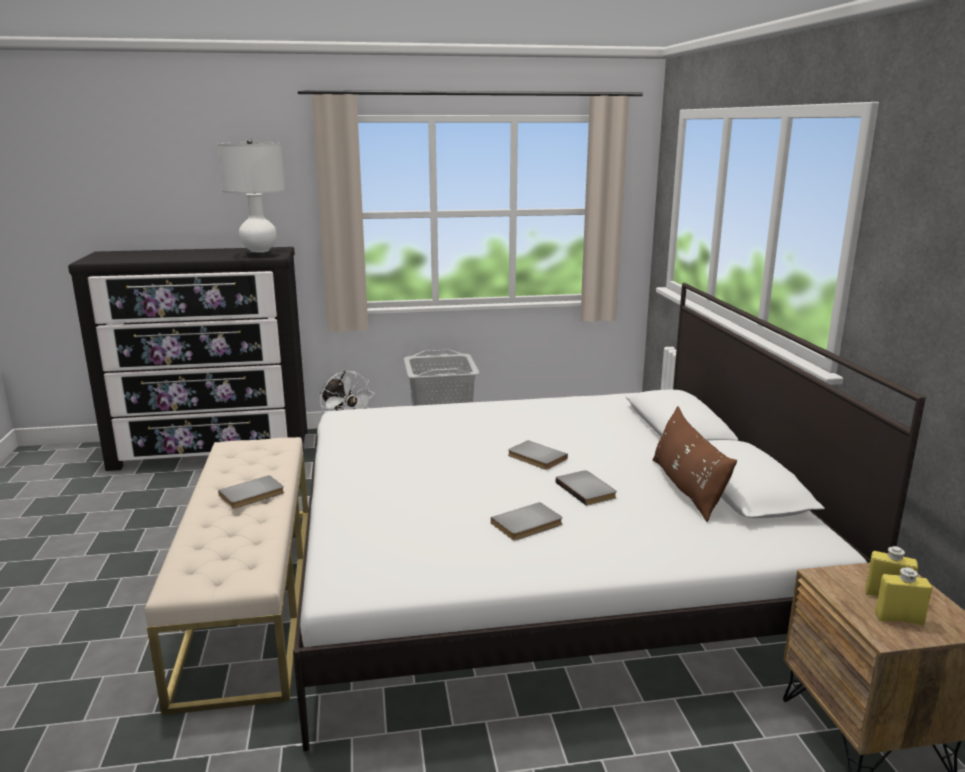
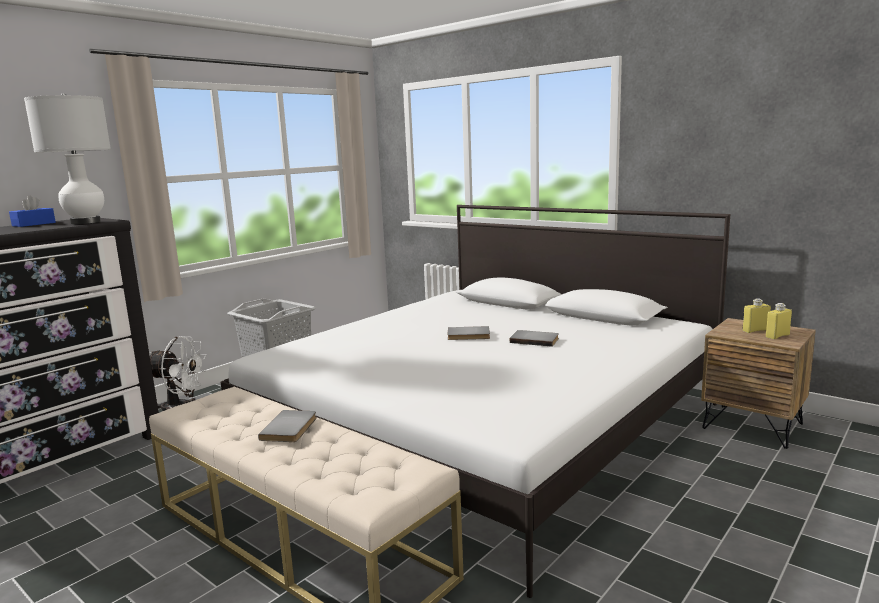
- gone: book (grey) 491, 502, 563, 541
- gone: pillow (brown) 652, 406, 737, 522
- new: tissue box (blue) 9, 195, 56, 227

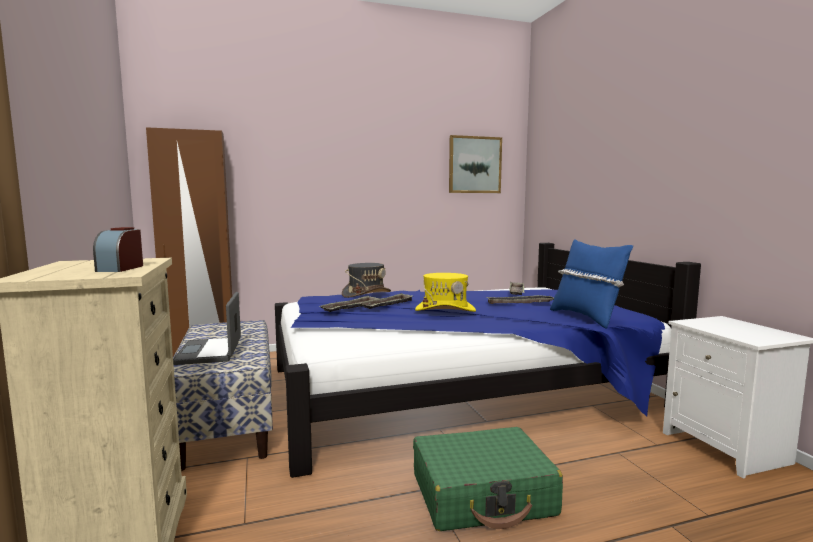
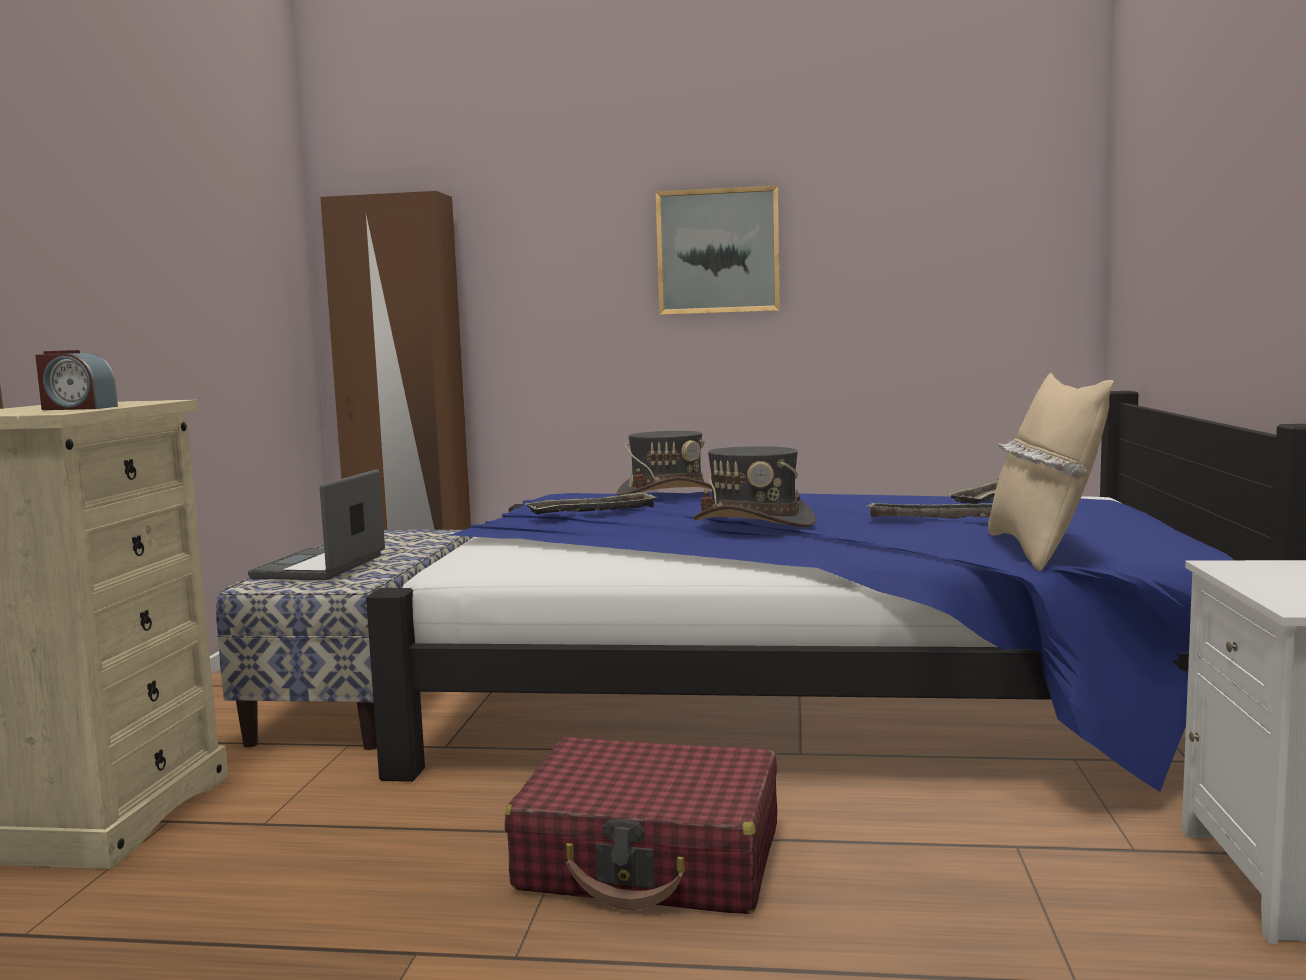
- rotated: alarm clock 93, 227, 143, 272 = 35, 350, 118, 410 105 degrees counterclockwise
- gone: tray 359, 293, 414, 309
- repainted: suitcase (green) 413, 427, 563, 531 to suitcase (red) 504, 737, 777, 914
- repainted: hat (yellow) 415, 273, 476, 312 to hat (grey) 693, 446, 816, 527
- shifted: picture 449, 135, 502, 193 to 656, 185, 780, 315
- repainted: pillow (blue) 550, 239, 633, 329 to pillow (beige) 988, 373, 1114, 571

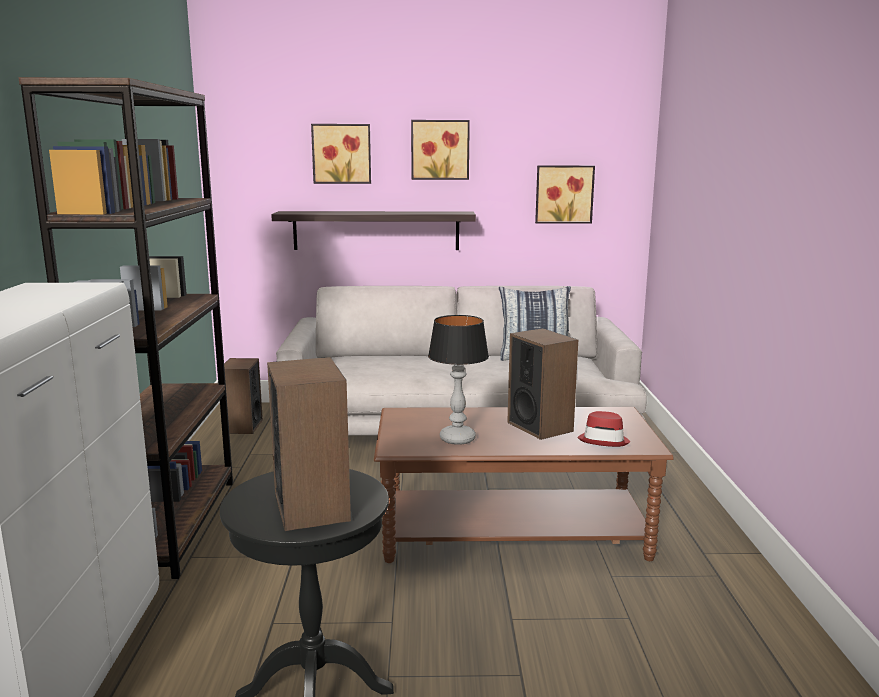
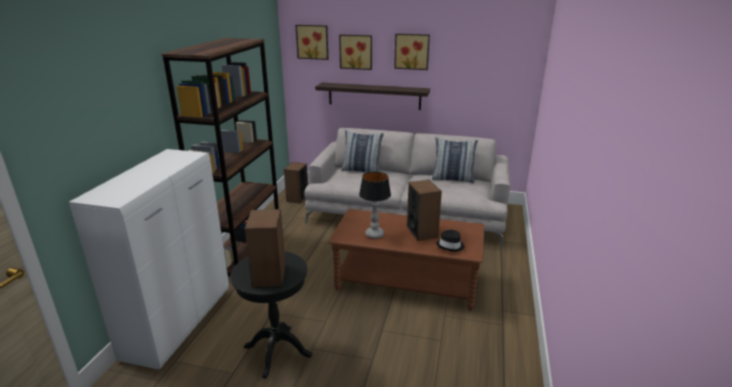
- shifted: picture 535, 165, 595, 224 to 296, 25, 328, 60
- repainted: hat (red) 577, 411, 630, 447 to hat (black) 436, 230, 464, 252
- new: pillow 342, 130, 384, 173

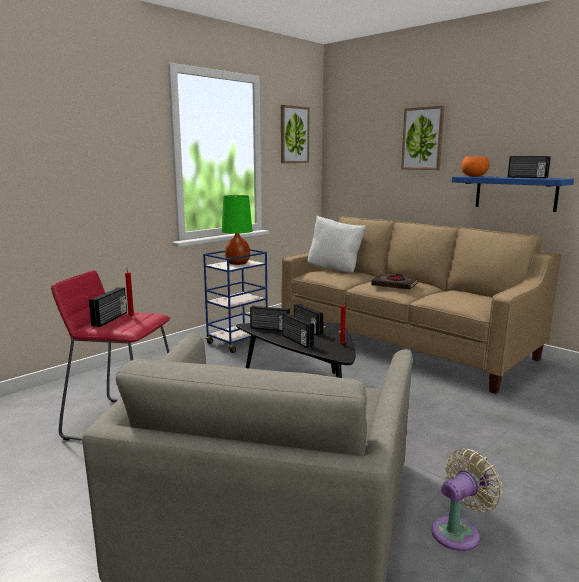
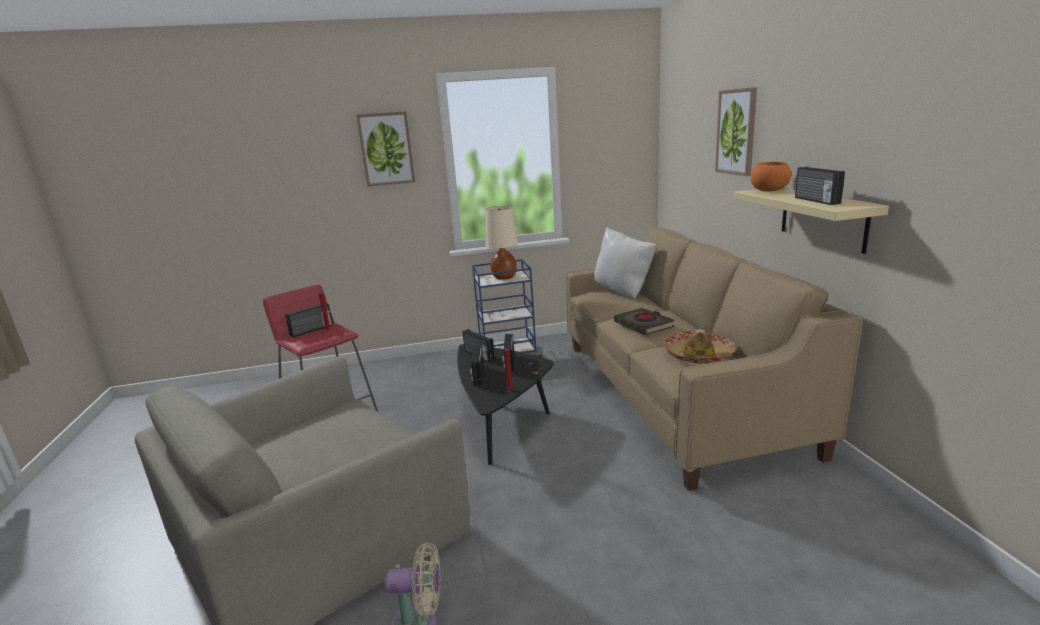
- repainted: table lamp (green) 222, 195, 252, 265 to table lamp (beige) 486, 206, 518, 280
- shifted: picture 281, 105, 310, 163 to 356, 111, 415, 187
- repainted: shelf (blue) 452, 176, 574, 212 to shelf (beige) 733, 188, 889, 254
- new: hat 664, 329, 737, 364

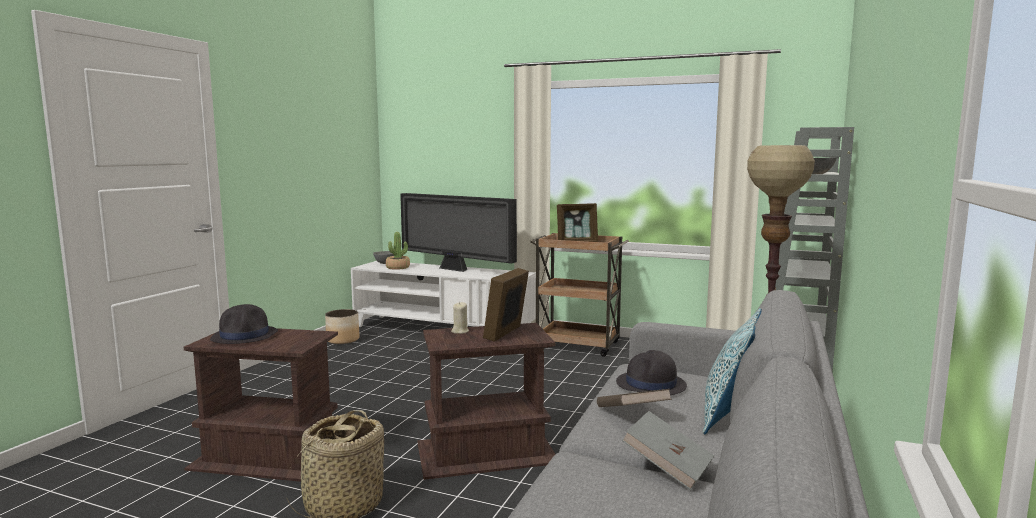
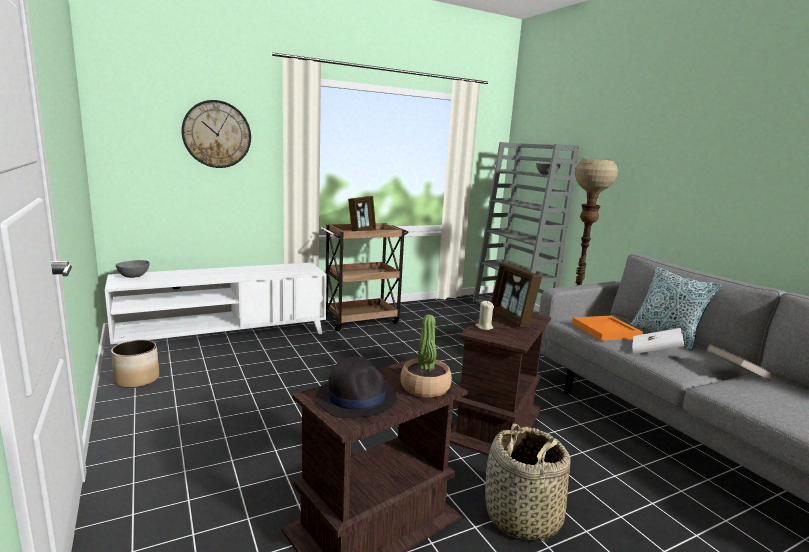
- shifted: potted plant 385, 232, 410, 270 to 400, 315, 452, 398
- gone: television 400, 193, 517, 272
- repainted: book (brown) 597, 389, 672, 407 to book (white) 632, 328, 684, 354
- swapped: hat (black) 616, 350, 687, 395 to tray (orange) 572, 316, 643, 341
- new: wall clock 181, 100, 251, 168

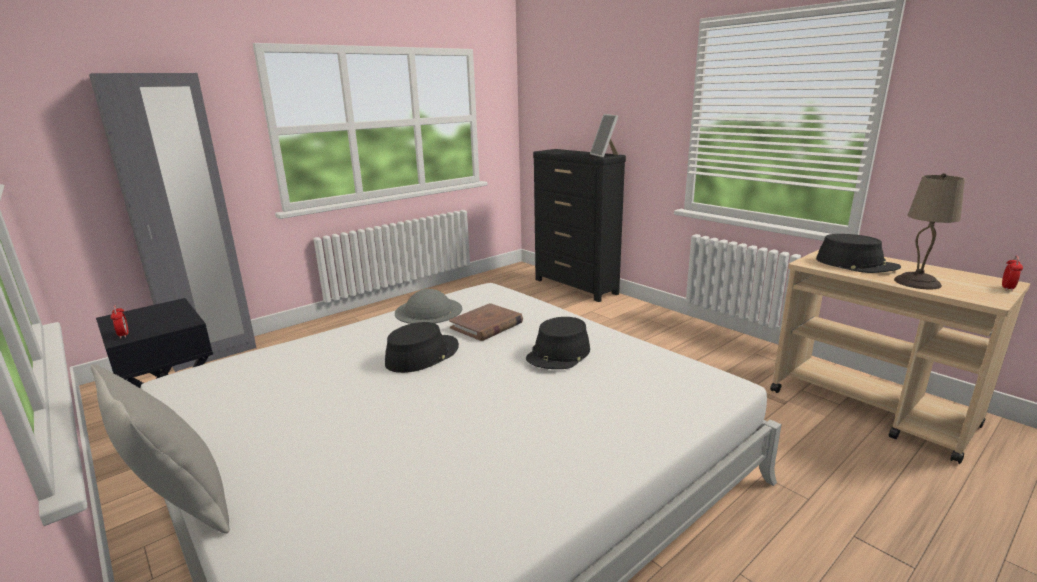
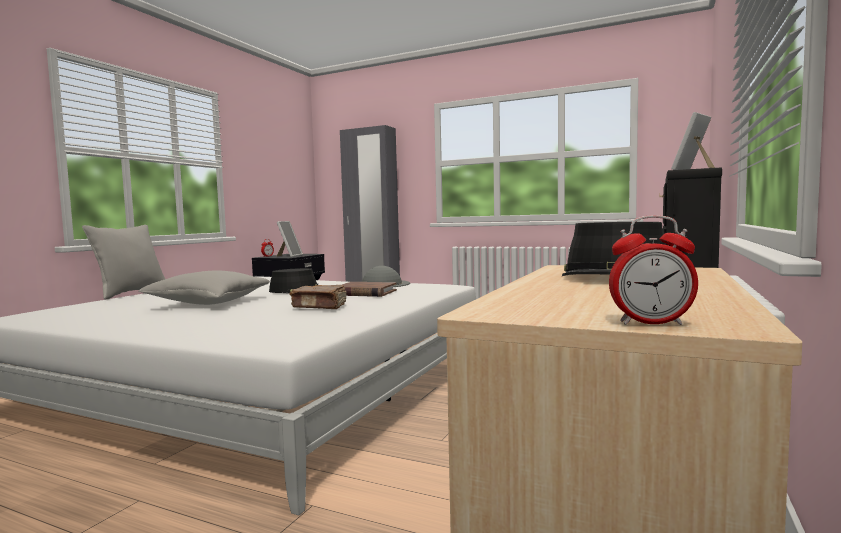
- swapped: hat (black) 526, 317, 590, 369 to book (brown) 289, 285, 347, 309
- gone: table lamp (beige) 894, 173, 965, 289
- new: pillow (grey) 139, 270, 270, 305
- new: picture frame 276, 221, 303, 257

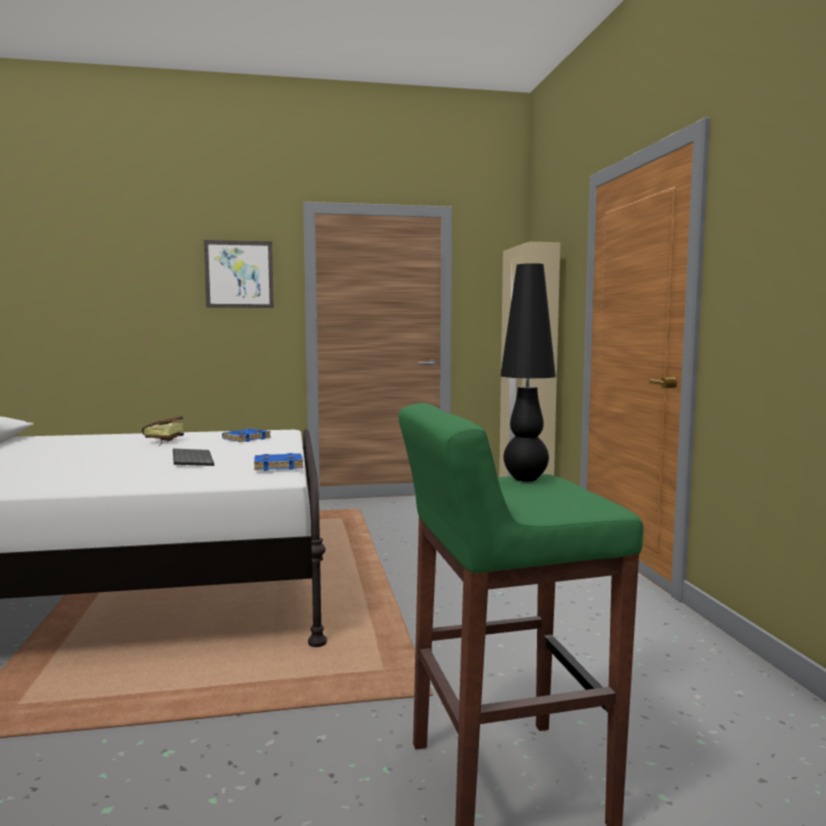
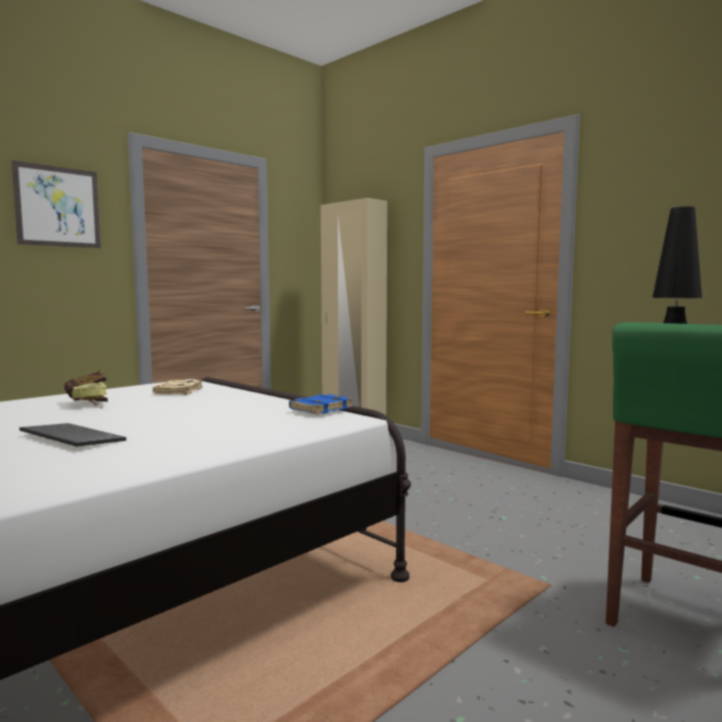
- shifted: keyboard 173, 448, 214, 466 to 19, 423, 126, 447
- repainted: book (blue) 222, 429, 271, 442 to book (beige) 152, 380, 203, 394

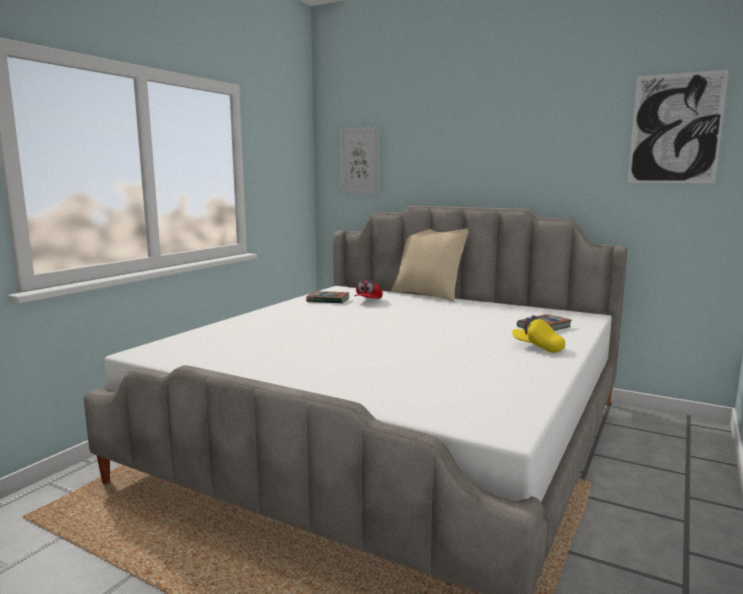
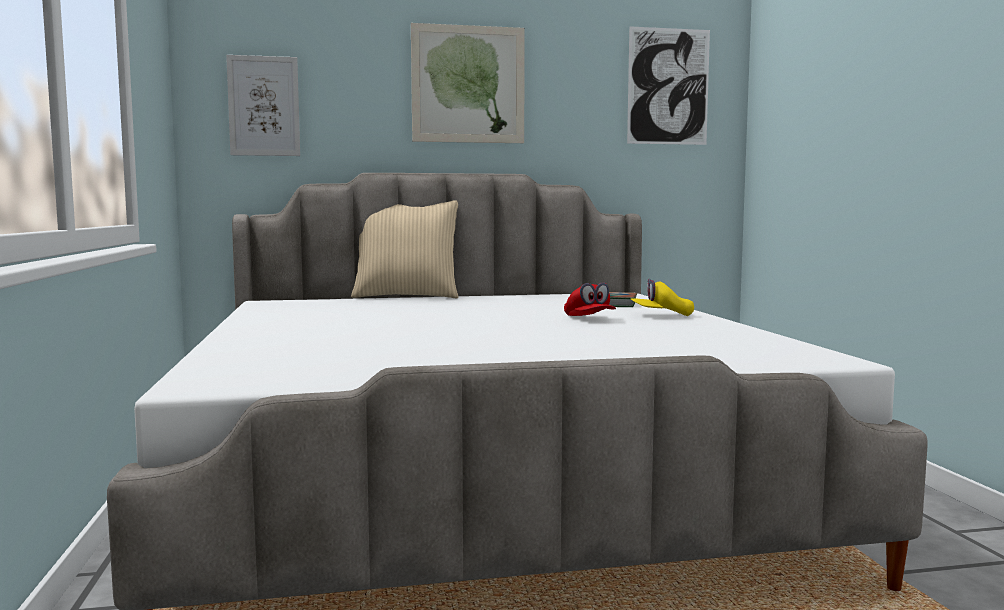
- gone: book 306, 291, 350, 304
- shifted: cap (red) 354, 280, 383, 299 to 564, 282, 616, 316
- new: picture 411, 23, 525, 143

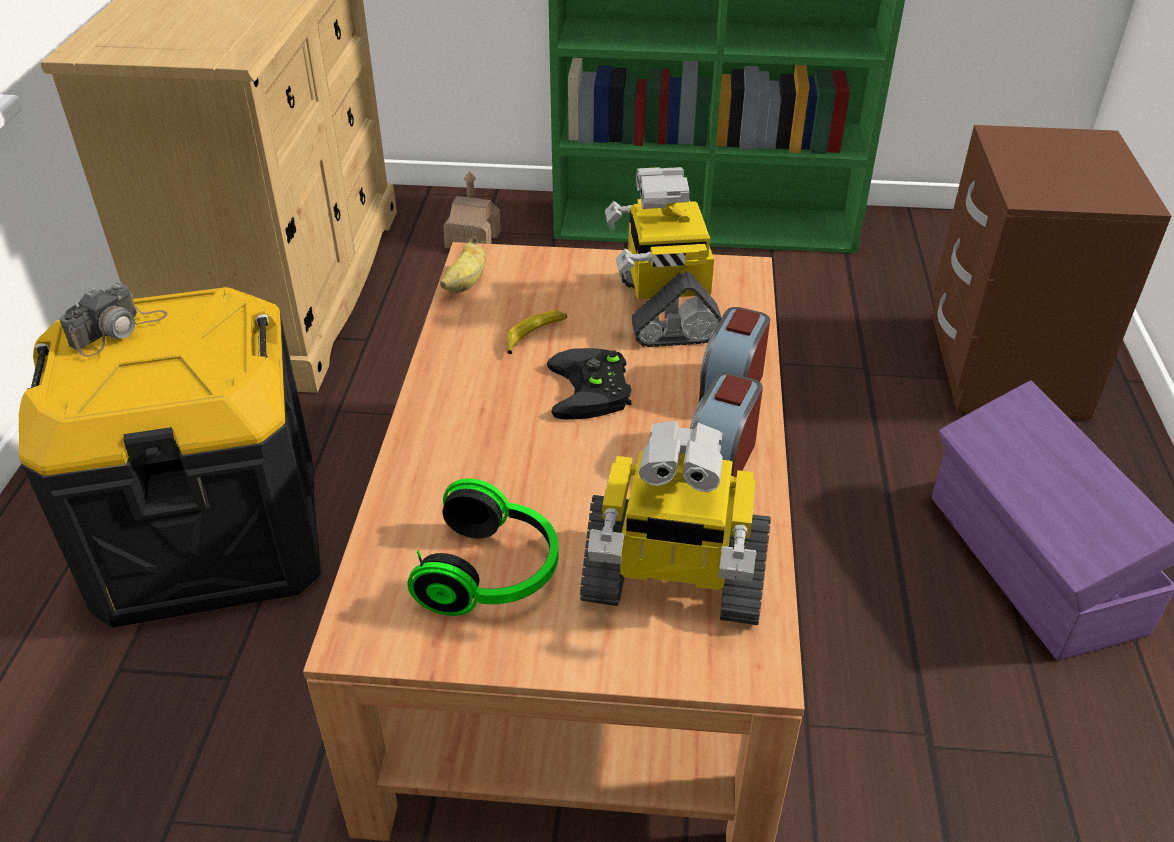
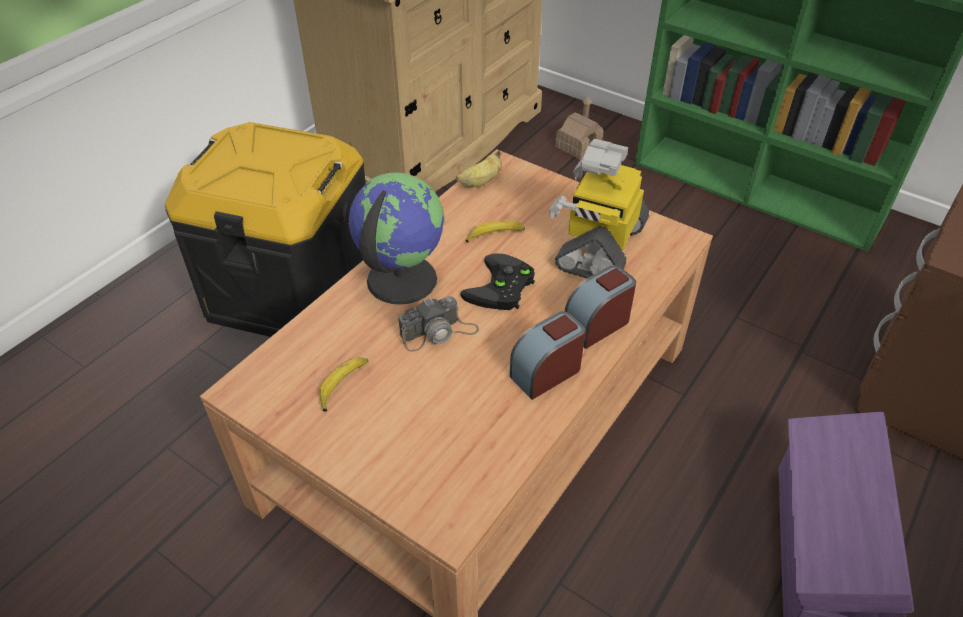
- shifted: photo camera 59, 282, 168, 357 to 398, 296, 479, 352
- swapped: headphones 408, 478, 559, 616 to banana 319, 357, 368, 412
- gone: toy robot 580, 421, 771, 625
- new: globe 349, 172, 444, 305

